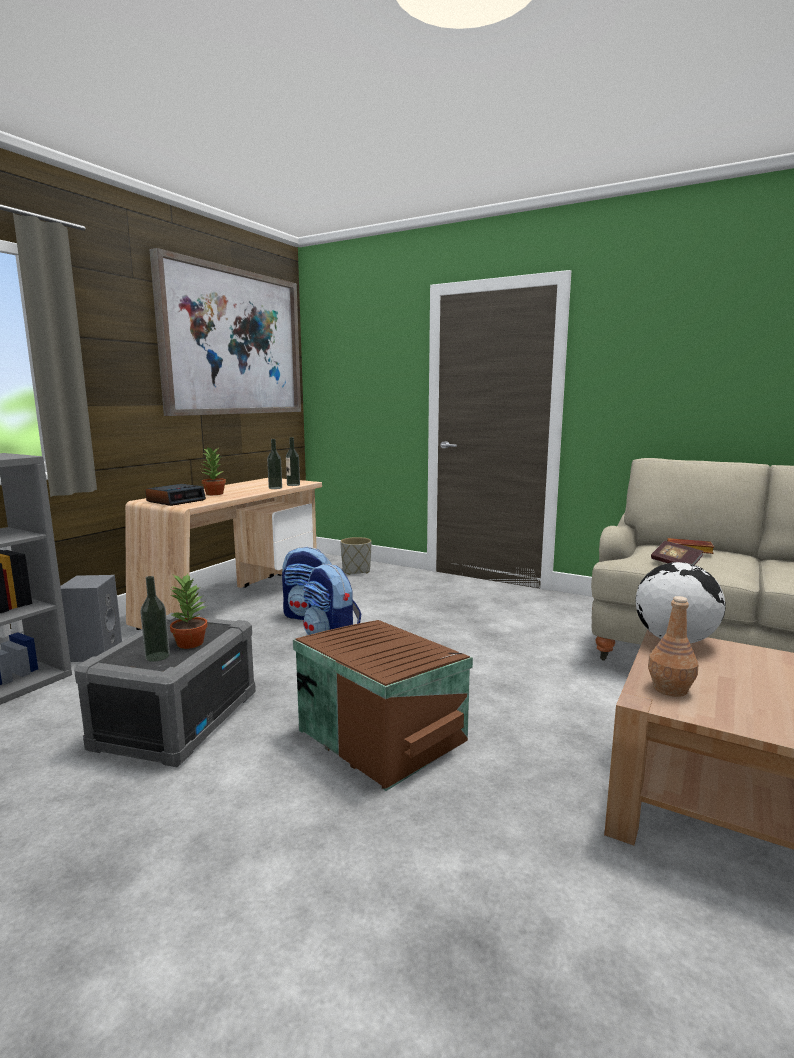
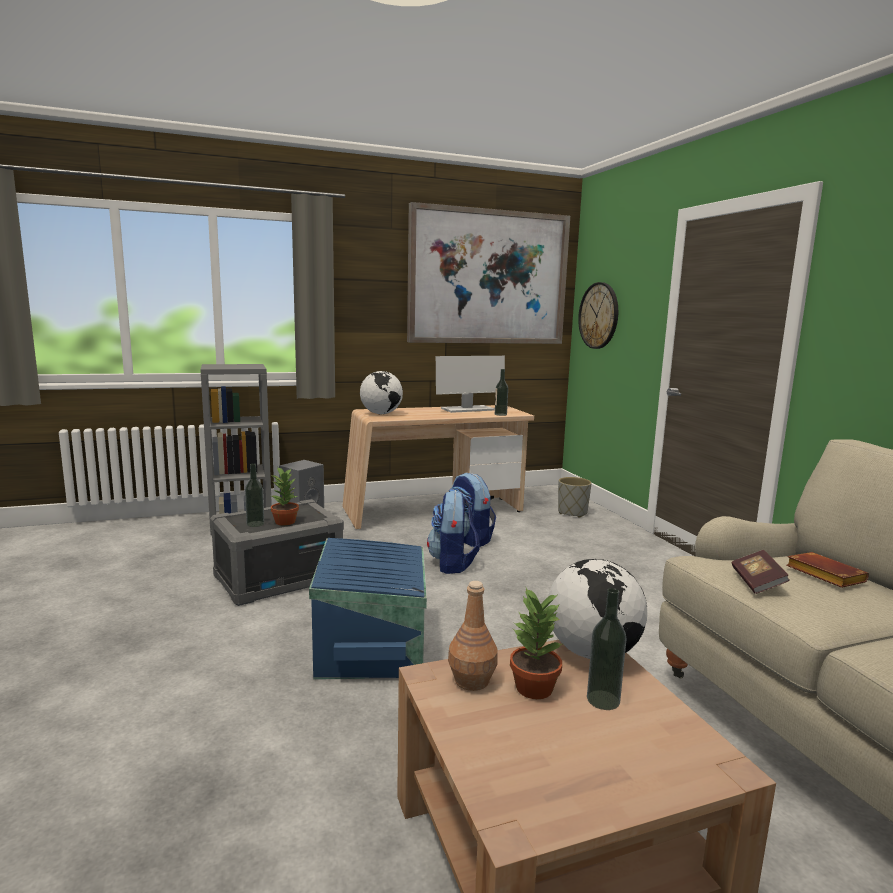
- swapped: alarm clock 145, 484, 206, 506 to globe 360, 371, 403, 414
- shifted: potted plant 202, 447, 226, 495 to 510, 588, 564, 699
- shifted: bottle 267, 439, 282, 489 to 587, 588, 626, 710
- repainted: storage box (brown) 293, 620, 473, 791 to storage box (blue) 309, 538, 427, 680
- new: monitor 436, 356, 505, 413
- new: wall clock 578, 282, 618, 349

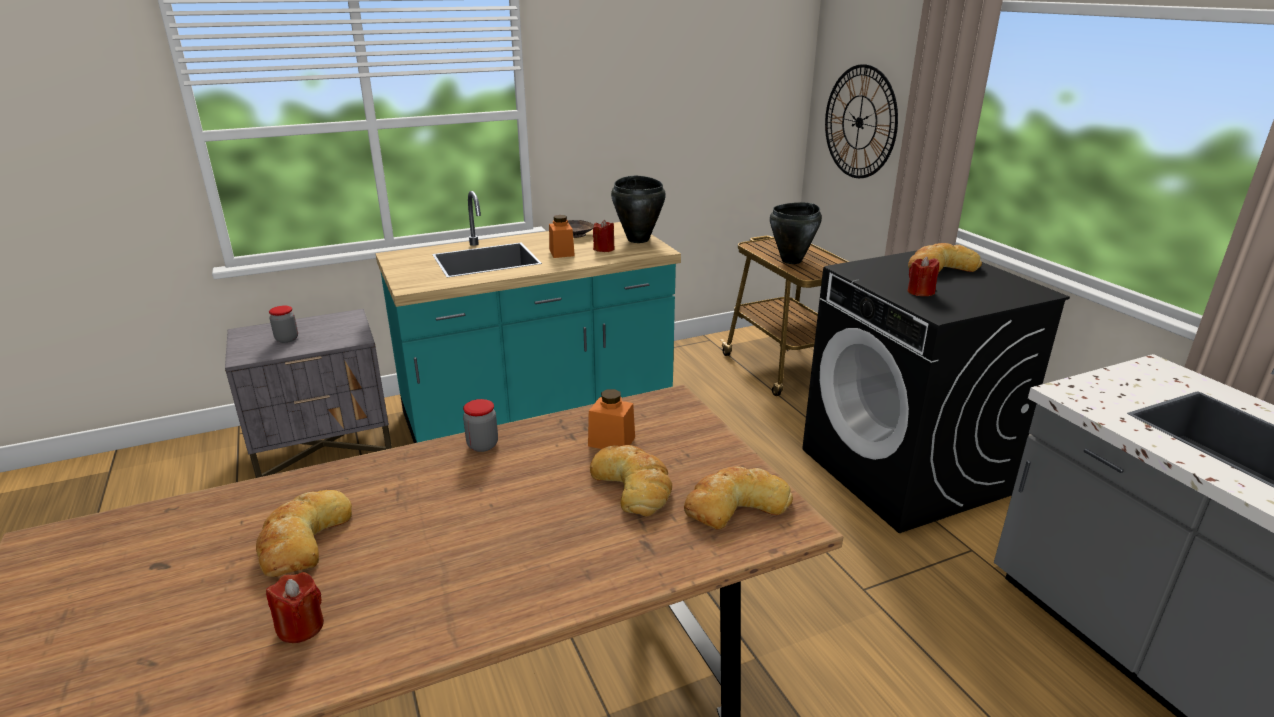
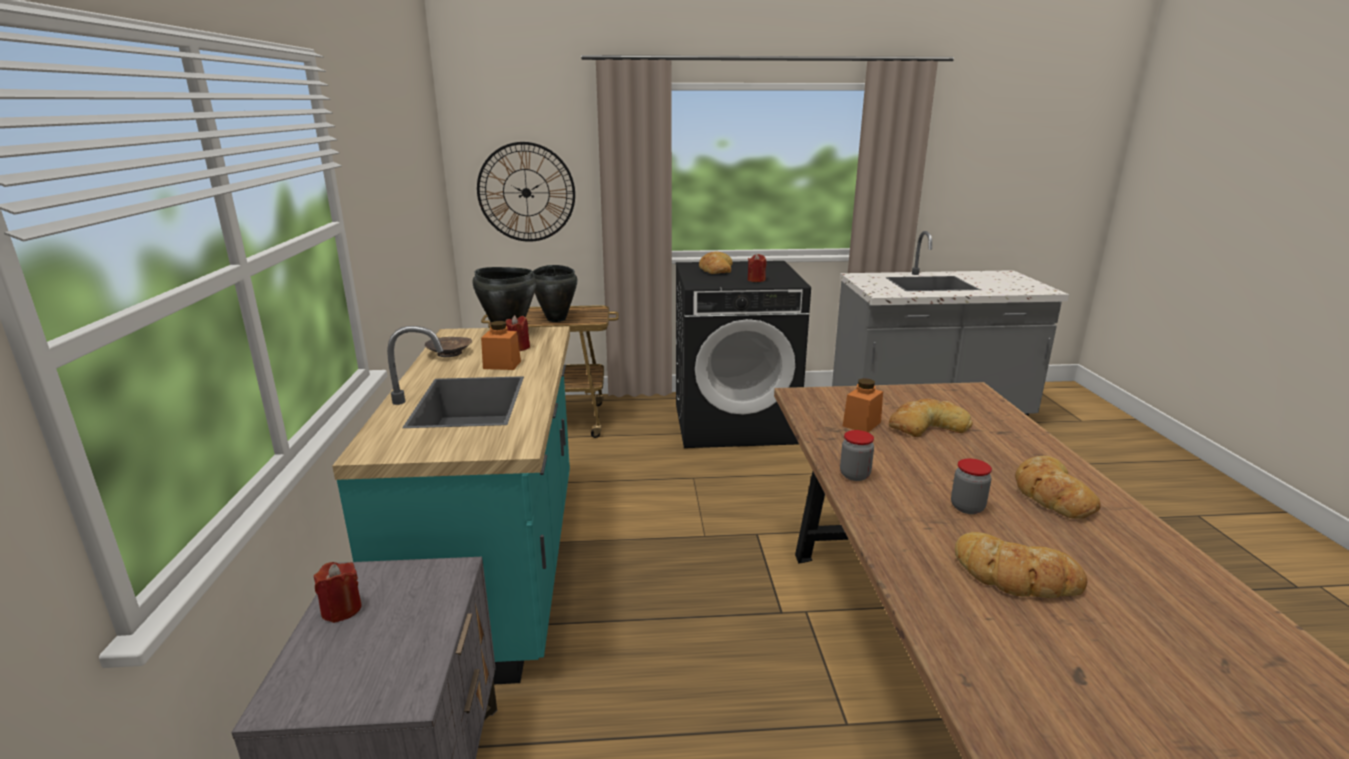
- shifted: candle (red) 266, 572, 324, 643 to 314, 562, 362, 623
- shifted: jar 269, 306, 298, 343 to 951, 459, 992, 514
- shifted: bread 684, 466, 793, 529 to 1015, 456, 1101, 519

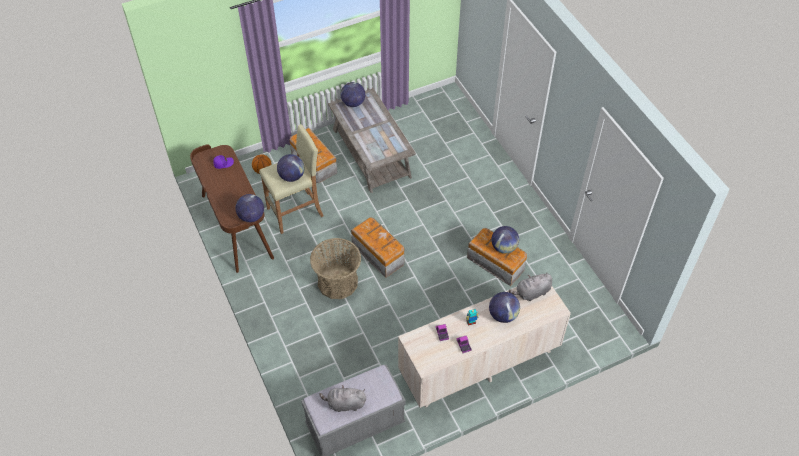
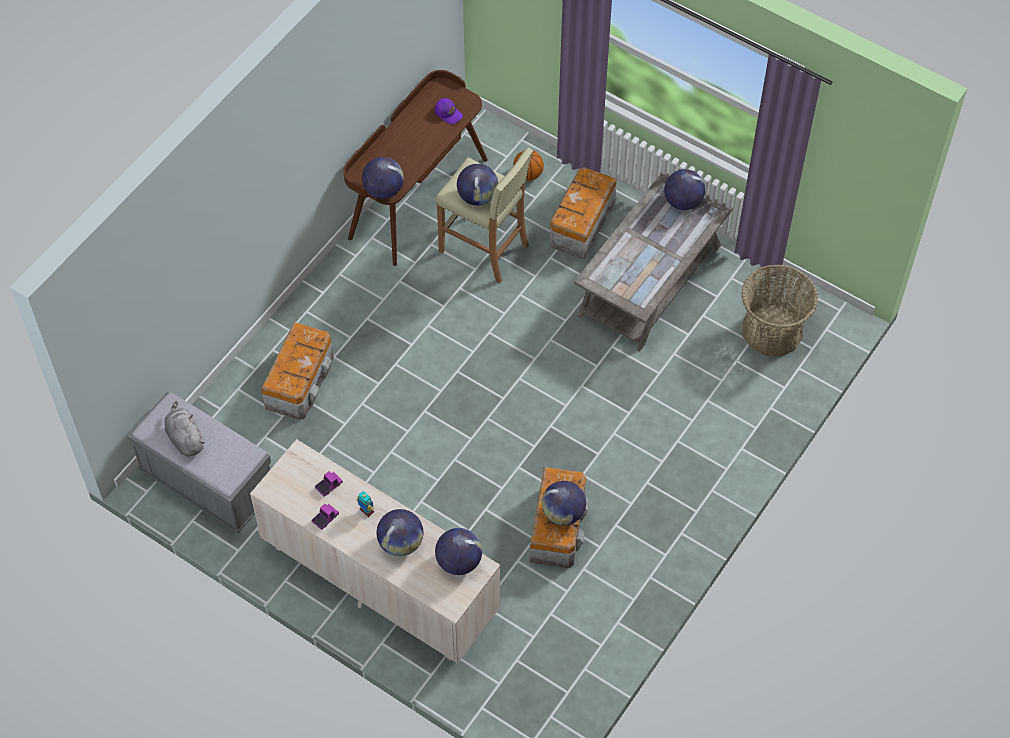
- shifted: basket 310, 238, 361, 299 to 741, 264, 818, 356
- shifted: storage box 351, 218, 405, 278 to 261, 322, 334, 420
- swapped: plush toy (grey) 509, 272, 552, 301 to globe 435, 528, 482, 575

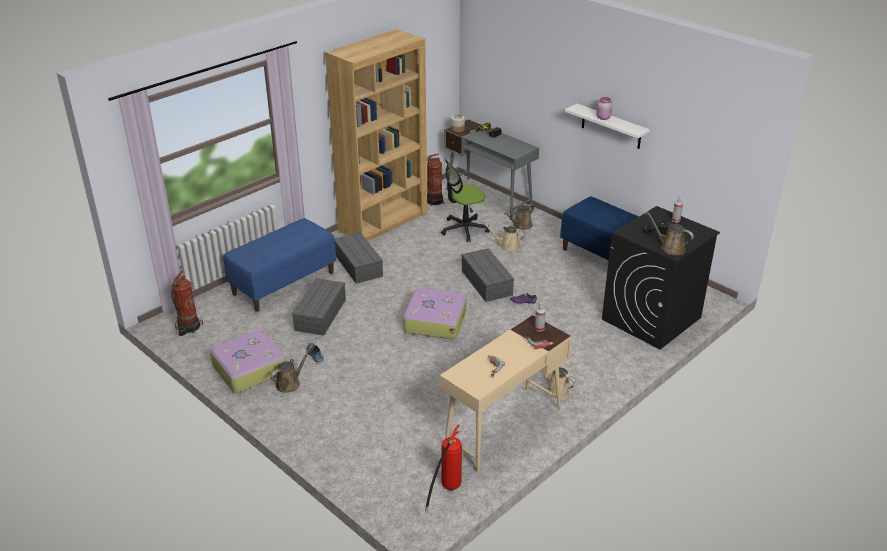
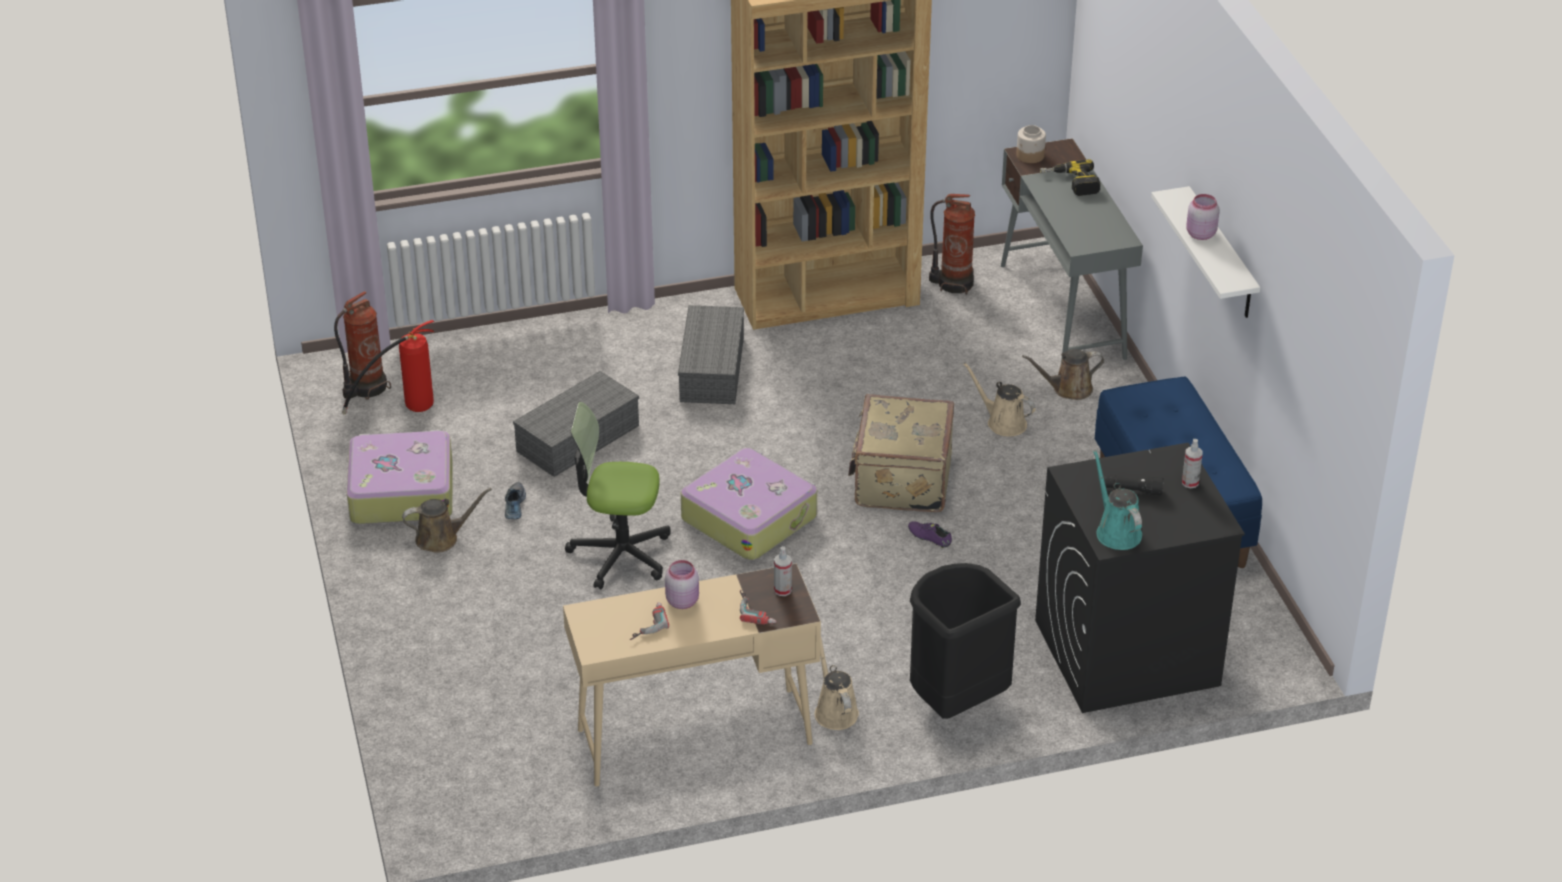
- gone: bench (blue) 223, 218, 336, 312
- shifted: fire extinguisher 425, 425, 462, 512 to 342, 320, 434, 414
- shifted: office chair 441, 159, 489, 242 to 565, 402, 671, 589
- swapped: storage box (grey) 461, 248, 514, 302 to suitcase (beige) 848, 394, 954, 512
- repainted: watering can (brown) 646, 212, 694, 255 to watering can (turquoise) 1093, 450, 1142, 550
- new: jar (pink) 665, 560, 699, 609
- new: trash can (black) 910, 563, 1021, 719

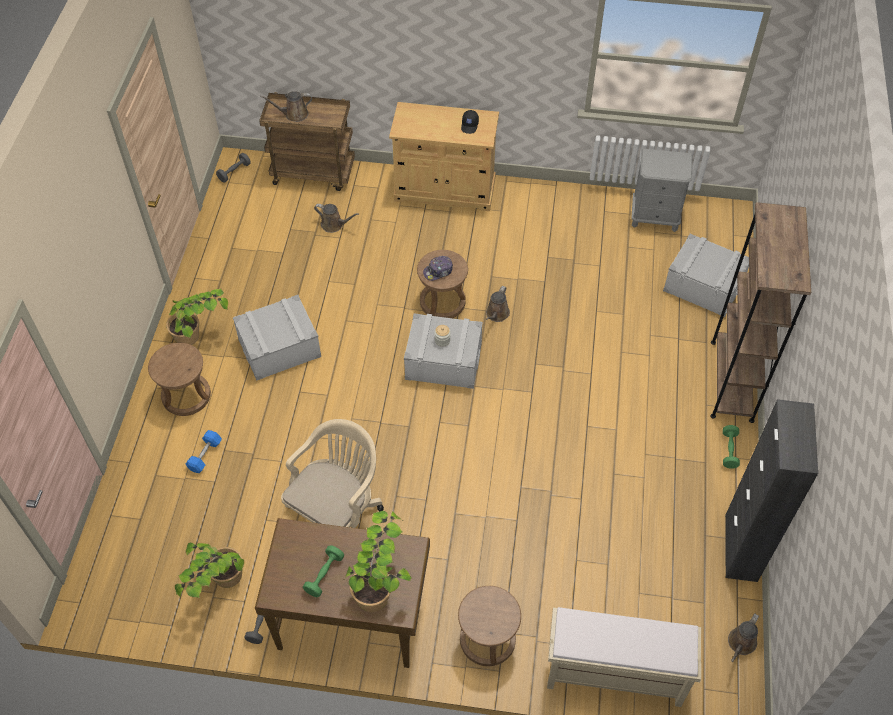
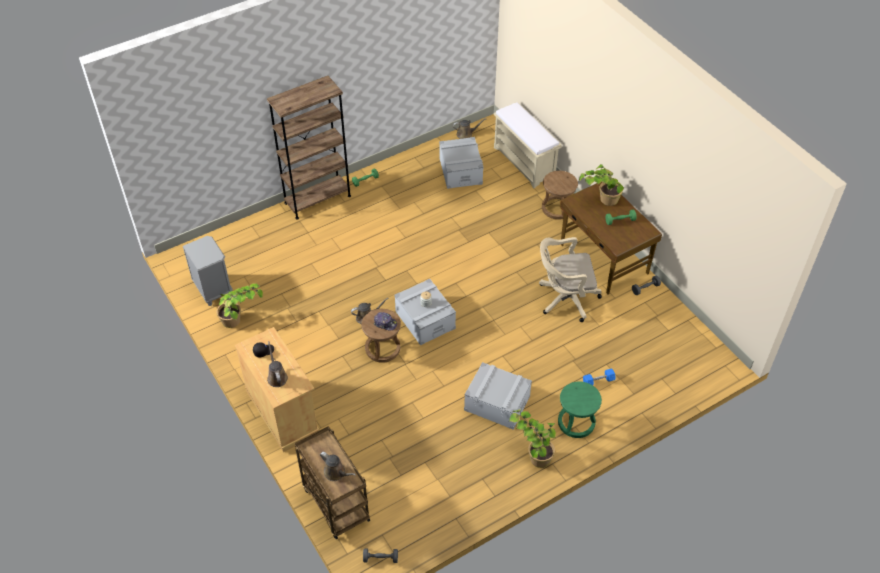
- repainted: stool (brown) 148, 343, 211, 416 to stool (green) 558, 382, 602, 438
- shifted: potted plant 175, 543, 244, 598 to 216, 283, 263, 328
- shifted: watering can (brown) 314, 204, 359, 233 to 267, 341, 288, 387
- shifted: storage box (grey) 663, 234, 749, 317 to 439, 137, 483, 189
- gone: cabinet (black) 725, 399, 818, 582

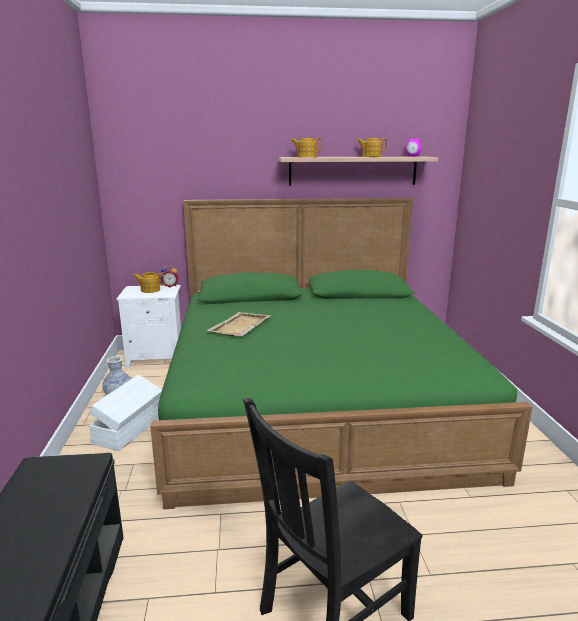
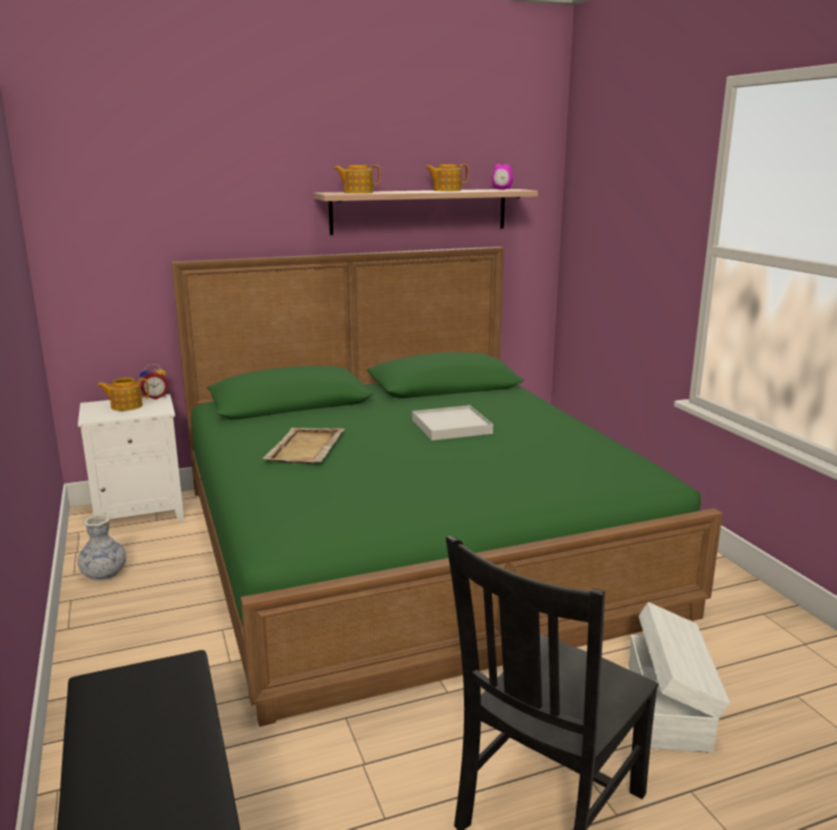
- shifted: storage box (white) 89, 374, 162, 451 to 629, 602, 730, 753
- new: tray (white) 412, 405, 493, 440

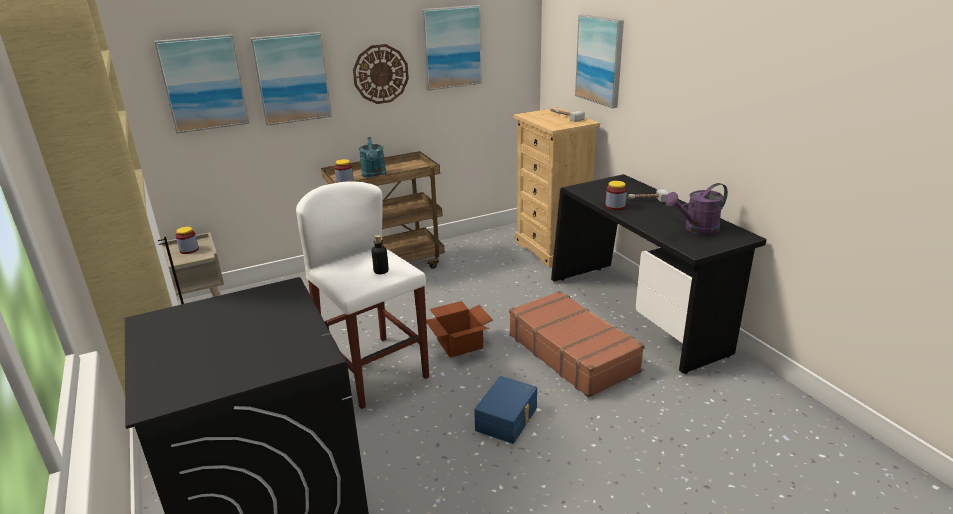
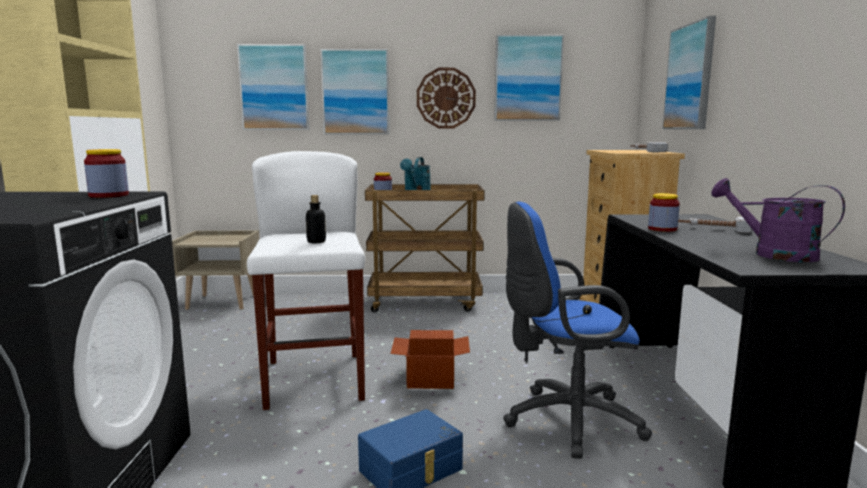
- shifted: jar 176, 227, 199, 254 to 84, 149, 129, 198
- swapped: suitcase (brown) 509, 291, 645, 398 to office chair (blue) 503, 202, 652, 459
- rotated: watering can (purple) 665, 183, 728, 235 = 711, 178, 845, 262 45 degrees clockwise

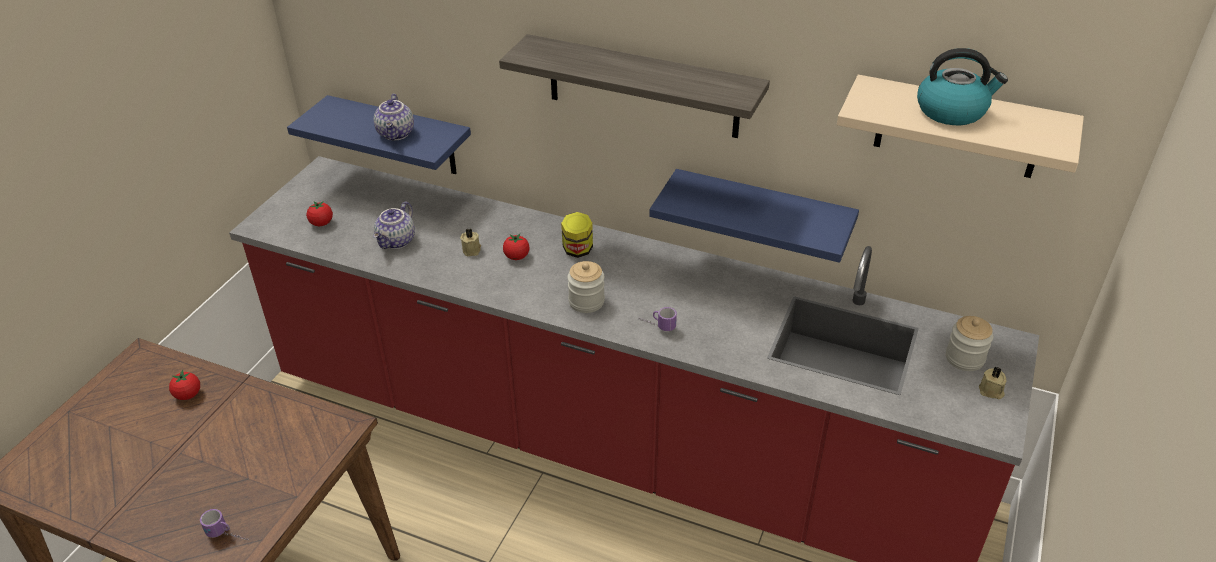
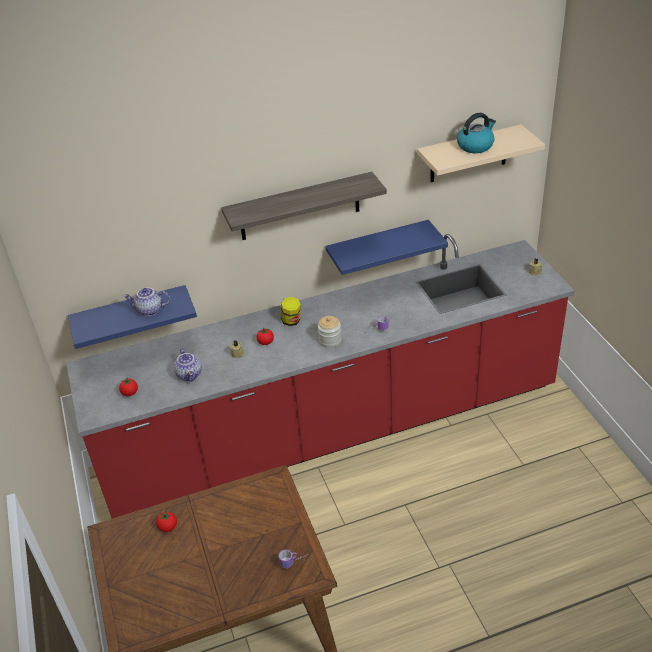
- rotated: teapot 374, 94, 414, 140 = 123, 288, 170, 316 135 degrees clockwise
- gone: jar 946, 316, 993, 371

